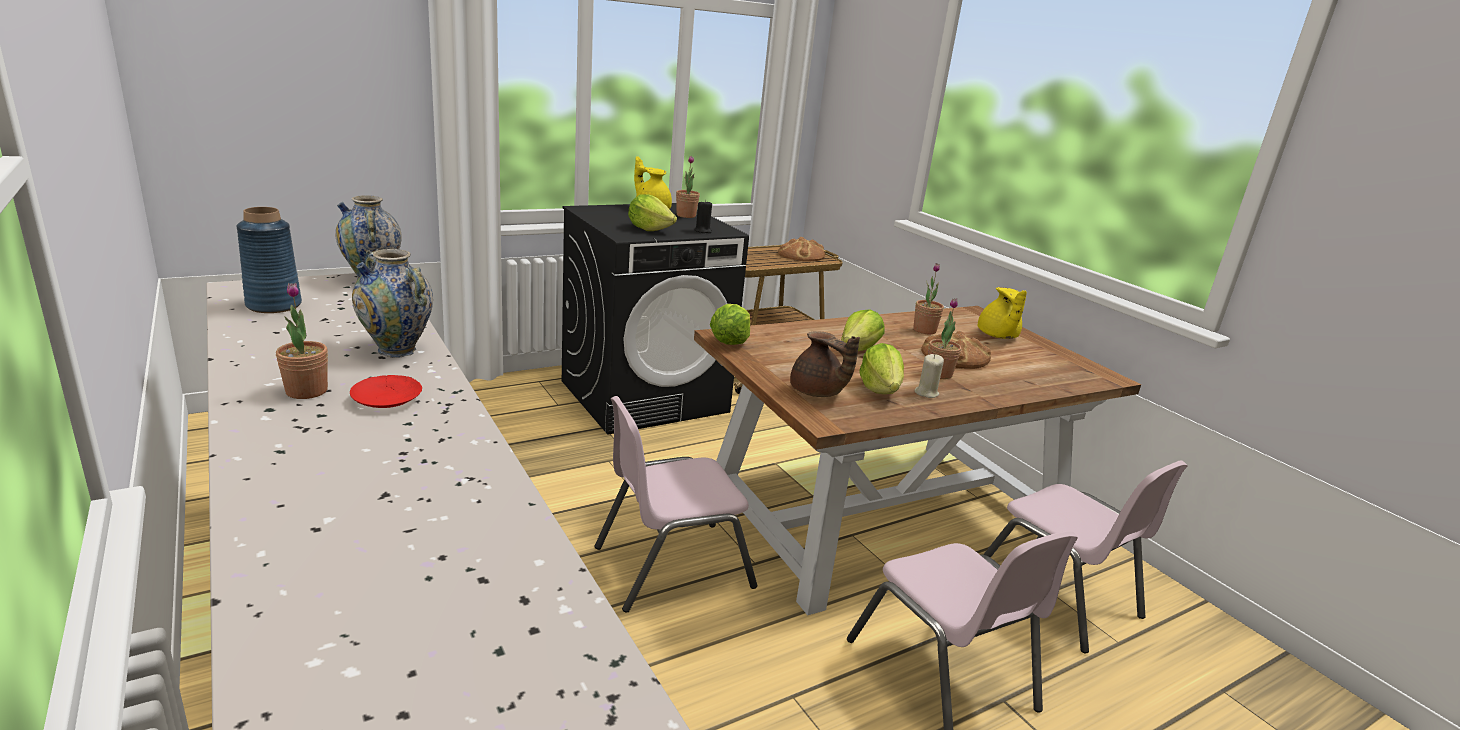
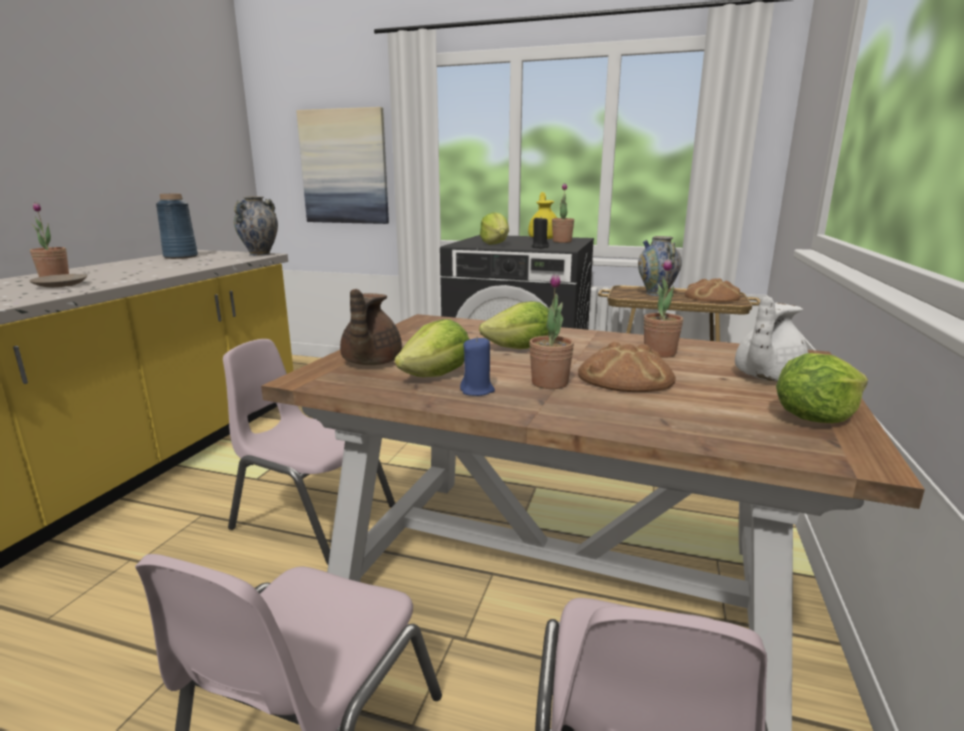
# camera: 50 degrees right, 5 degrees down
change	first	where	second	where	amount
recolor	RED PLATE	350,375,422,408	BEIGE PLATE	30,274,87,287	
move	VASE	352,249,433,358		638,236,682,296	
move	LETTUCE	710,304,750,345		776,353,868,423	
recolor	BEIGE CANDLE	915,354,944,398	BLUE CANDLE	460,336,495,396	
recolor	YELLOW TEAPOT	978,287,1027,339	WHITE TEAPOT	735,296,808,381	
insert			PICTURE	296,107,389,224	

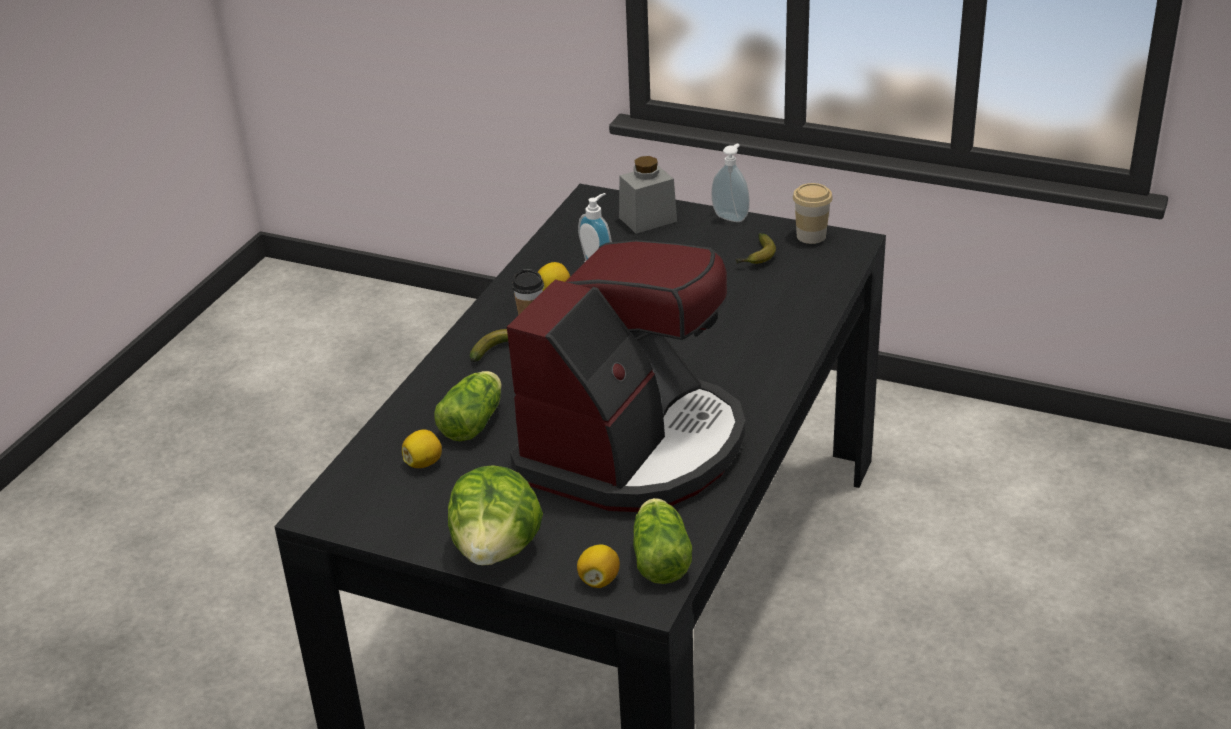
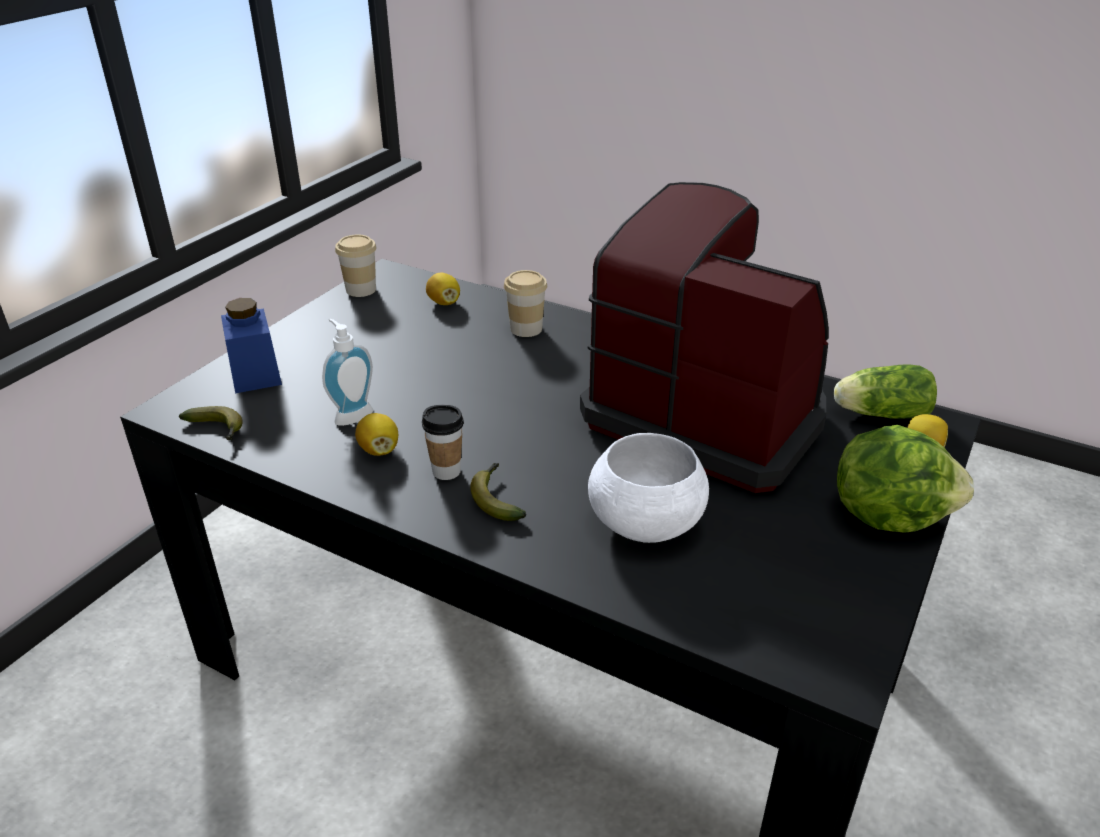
# camera: 85 degrees left, 0 degrees up
change	first	where	second	where	amount
move	LEMON	402,430,442,468		426,273,460,305	
replace	LETTUCE	435,371,502,441	WHITE BOWL	588,433,709,543	
recolor	GREY JAR	619,156,677,234	BLUE JAR	221,298,282,393	
delete	SOAP DISPENSER	711,144,750,222			
move	BANANA	736,233,776,264		179,406,242,441	
insert			CUP	504,270,547,337	

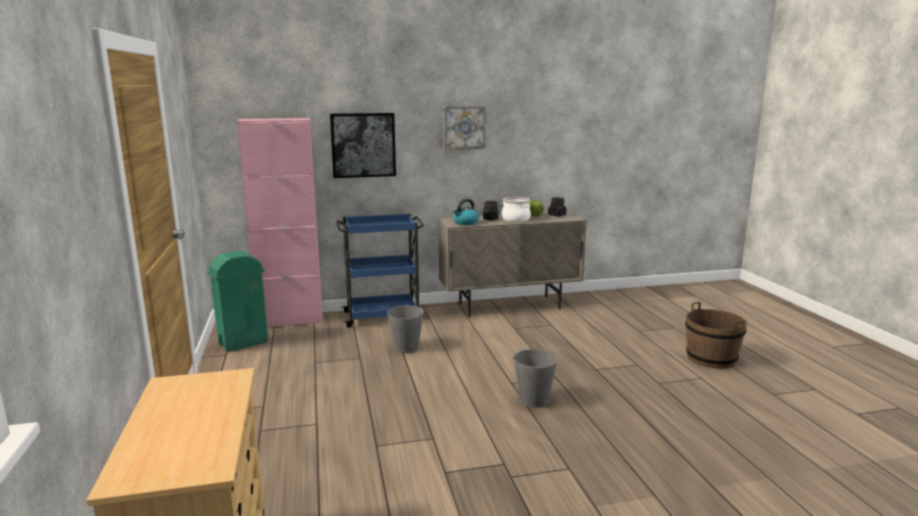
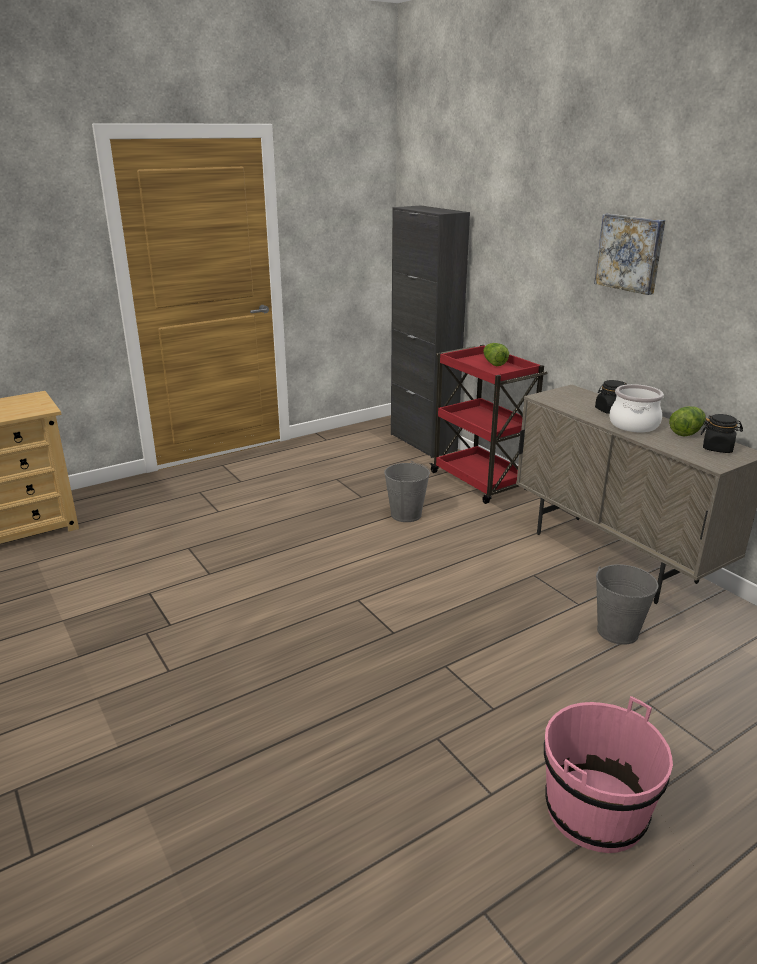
# camera: 70 degrees right, 10 degrees up
change	first	where	second	where	amount
delete	GREEN TRASH CAN	207,250,268,352			
recolor	PINK CABINET	237,118,323,327	BLACK CABINET	391,205,470,458	
delete	PICTURE	330,113,396,178			
recolor	BLUE CART	336,214,424,328	RED CART	429,345,548,504	
delete	KETTLE	453,199,479,225			
move	GREY BUCKET	513,349,558,408		596,564,658,645	
recolor	BROWN BUCKET	685,302,748,369	PINK BUCKET	544,696,673,853	
insert			LETTUCE	483,343,509,366	

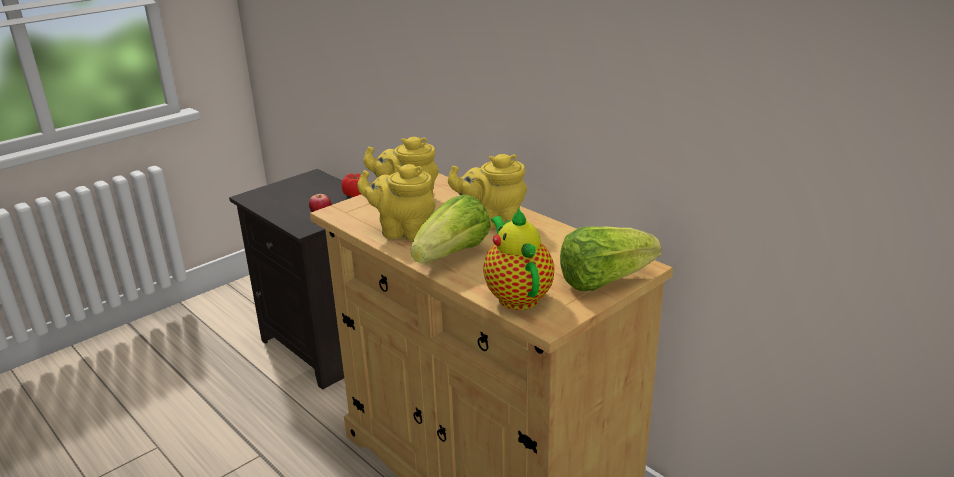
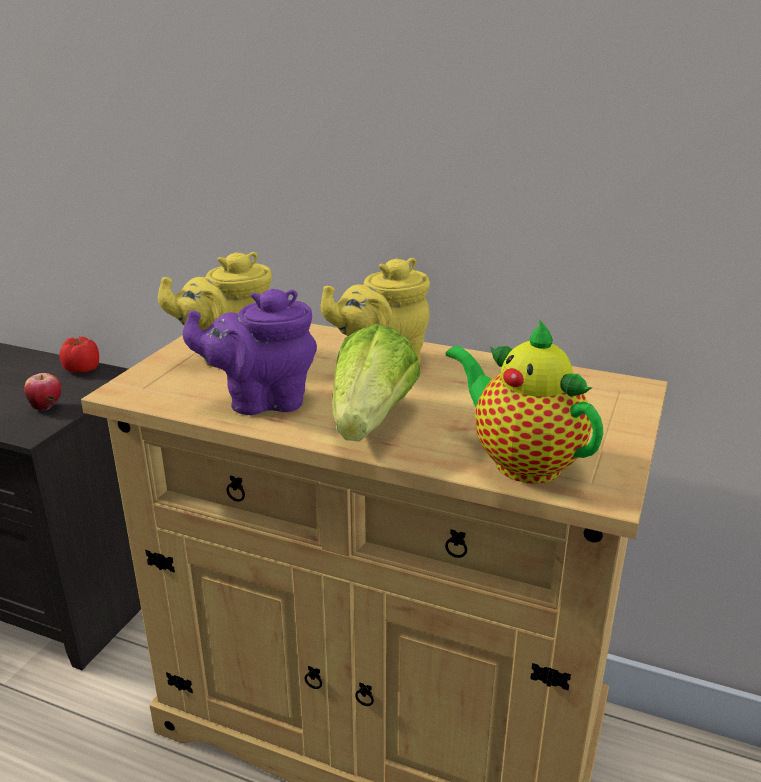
# camera: 25 degrees left, 0 degrees up
change	first	where	second	where	amount
recolor	YELLOW TEAPOT	357,164,436,241	PURPLE TEAPOT	183,289,317,415	
delete	LETTUCE	560,227,662,291			

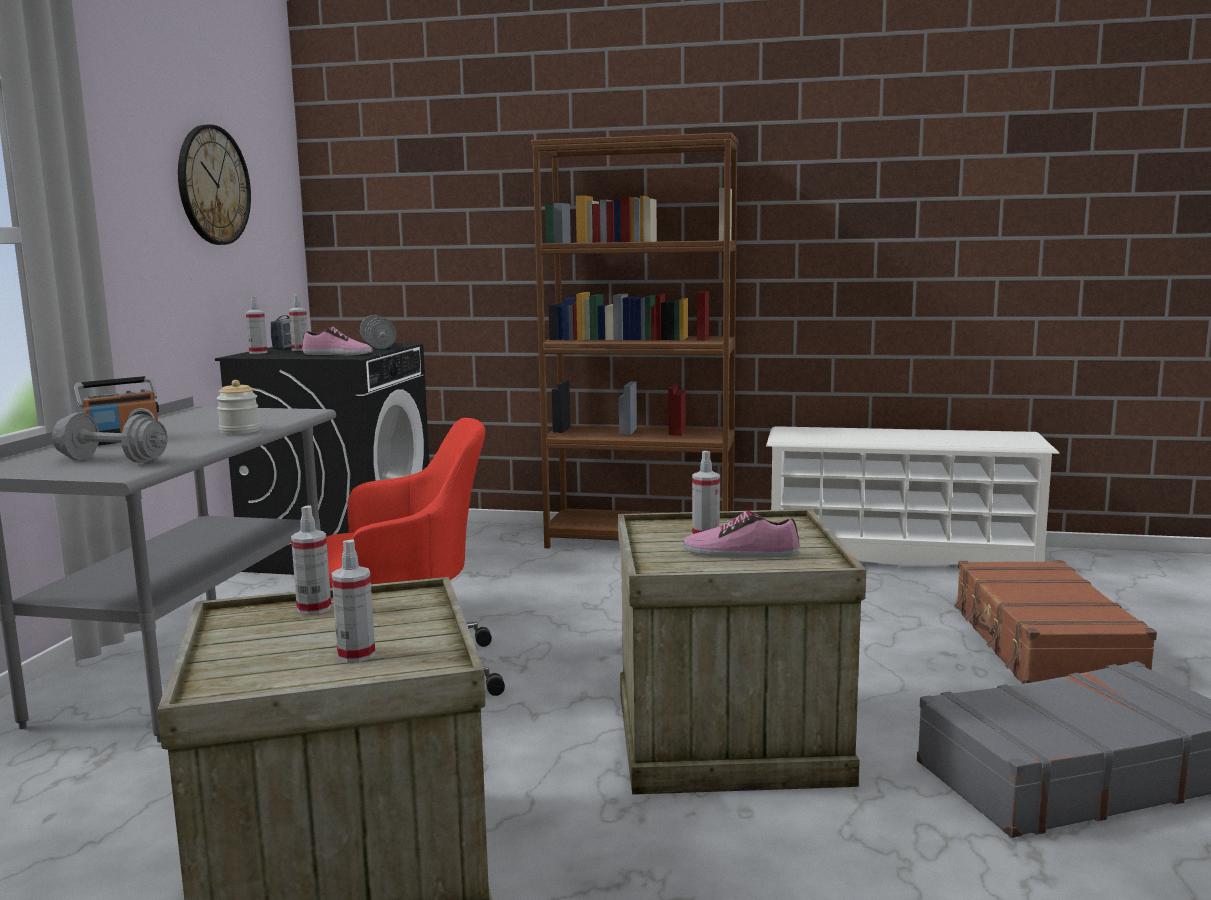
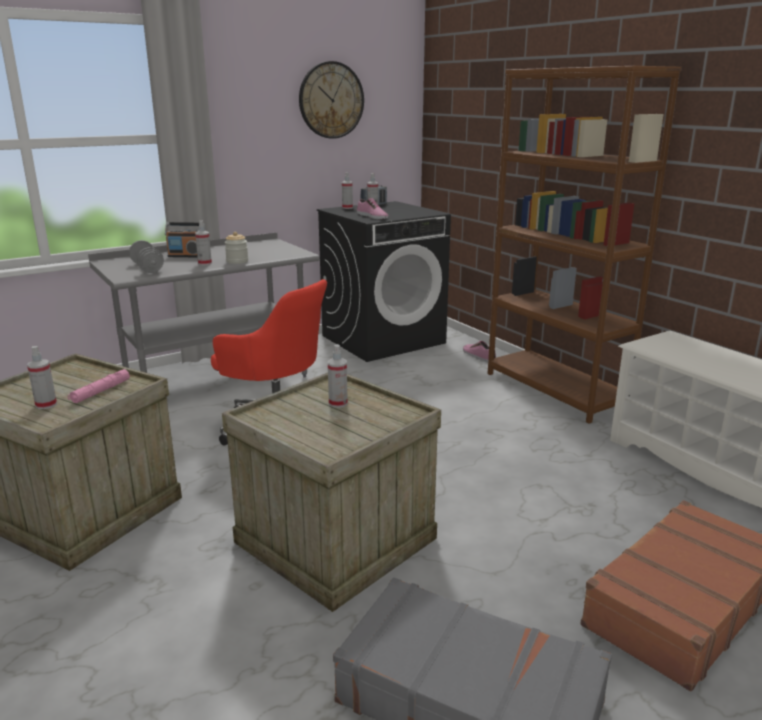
# camera: 45 degrees right, 10 degrees up
change	first	where	second	where	amount
move	SPRAY BOTTLE	291,505,331,615		195,220,212,265	
delete	GREY DUMBBELL	360,315,397,349			
move	SHOE	683,511,799,558		463,341,496,362	
insert			PINK FLASHLIGHT	68,369,130,403	

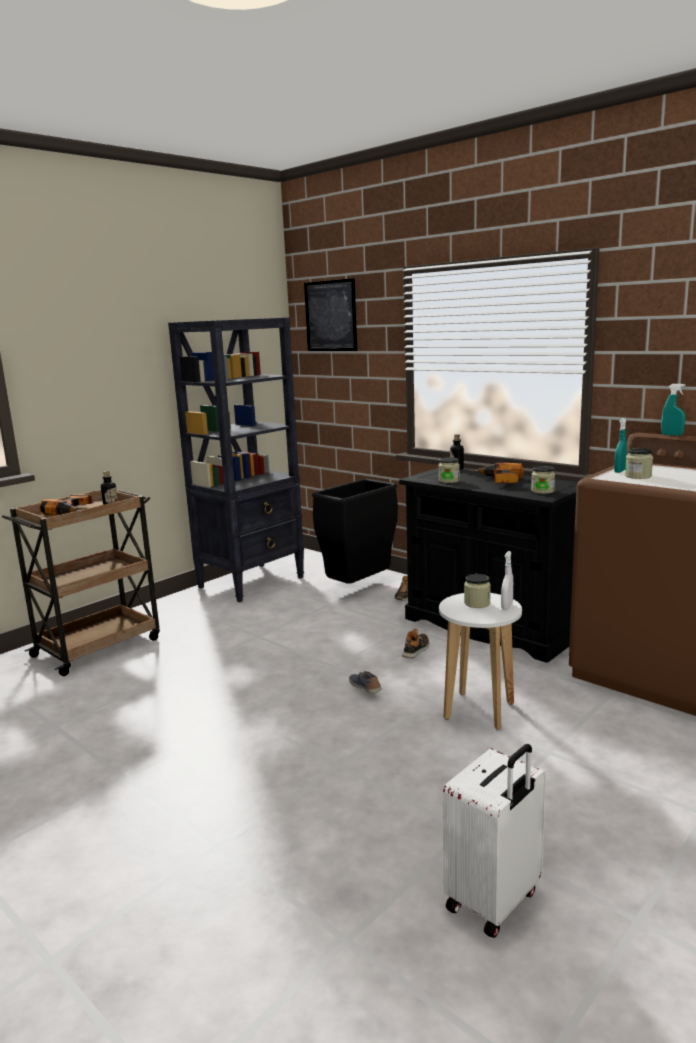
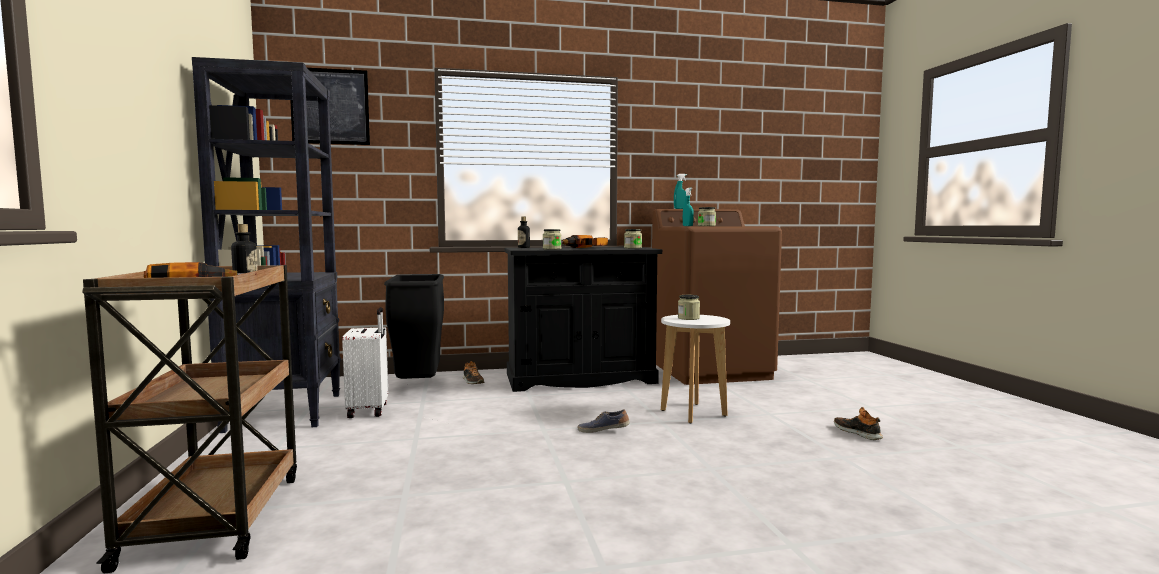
# camera: 55 degrees left, 10 degrees down
change	first	where	second	where	amount
move	SHOE	402,629,429,658		834,407,883,440	
move	WHITE SUITCASE	443,744,546,938		342,307,388,418	
delete	WHITE SPRAY BOTTLE	501,551,513,610			

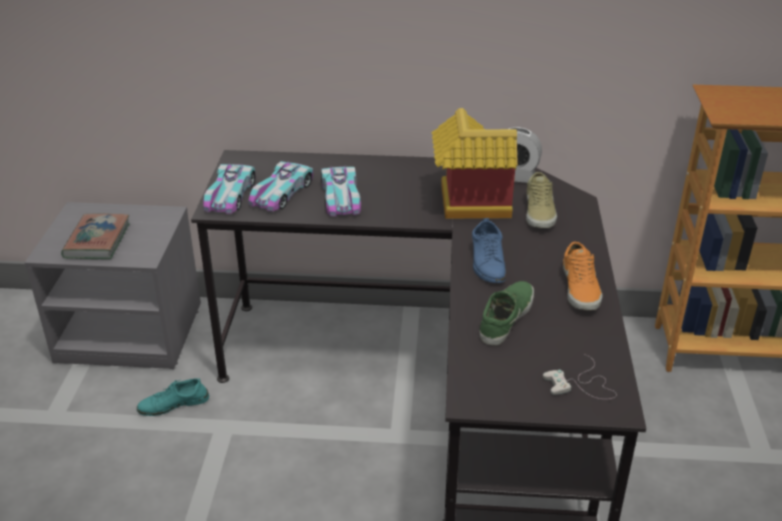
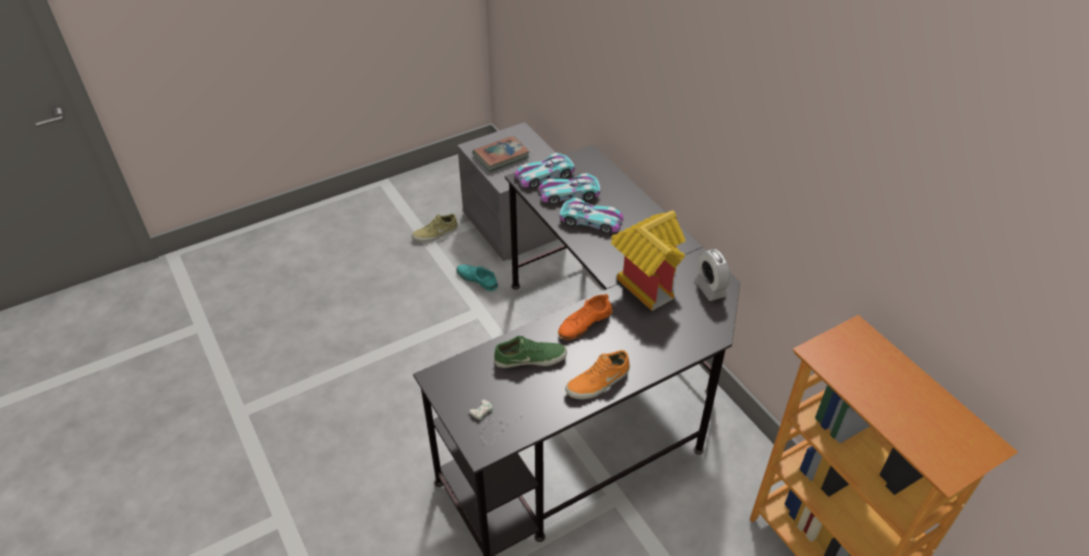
# camera: 55 degrees right, 10 degrees up
change	first	where	second	where	amount
rotate	TOY CAR	321,167,361,217		560,198,624,233	120 degrees counterclockwise
recolor	BLUE SHOE	472,218,506,283	ORANGE SHOE	558,293,612,340	
move	BEIGE SHOE	526,172,557,228		412,214,458,242	

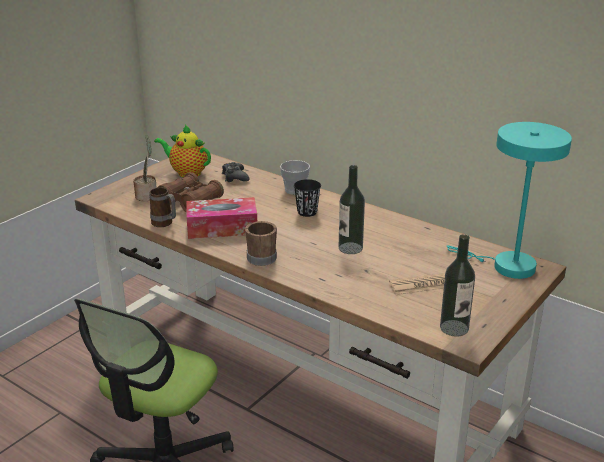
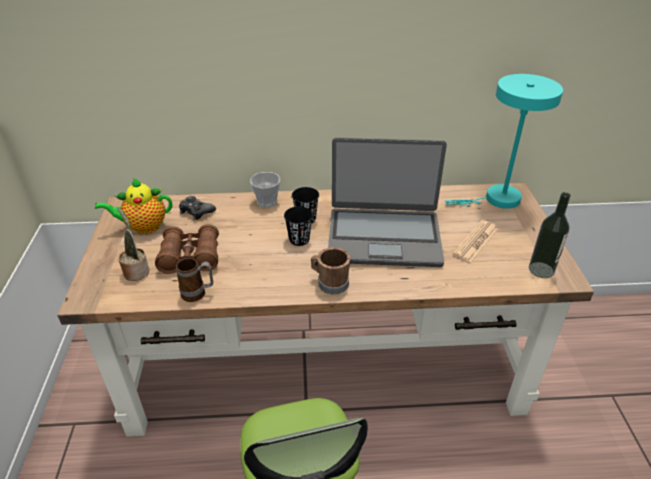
# camera: 40 degrees left, 10 degrees up
change	first	where	second	where	amount
delete	TISSUE BOX	186,197,257,239			
replace	BOTTLE	339,165,365,254	LAPTOP	328,138,447,267	
insert			BLACK CUP	284,206,313,246	

